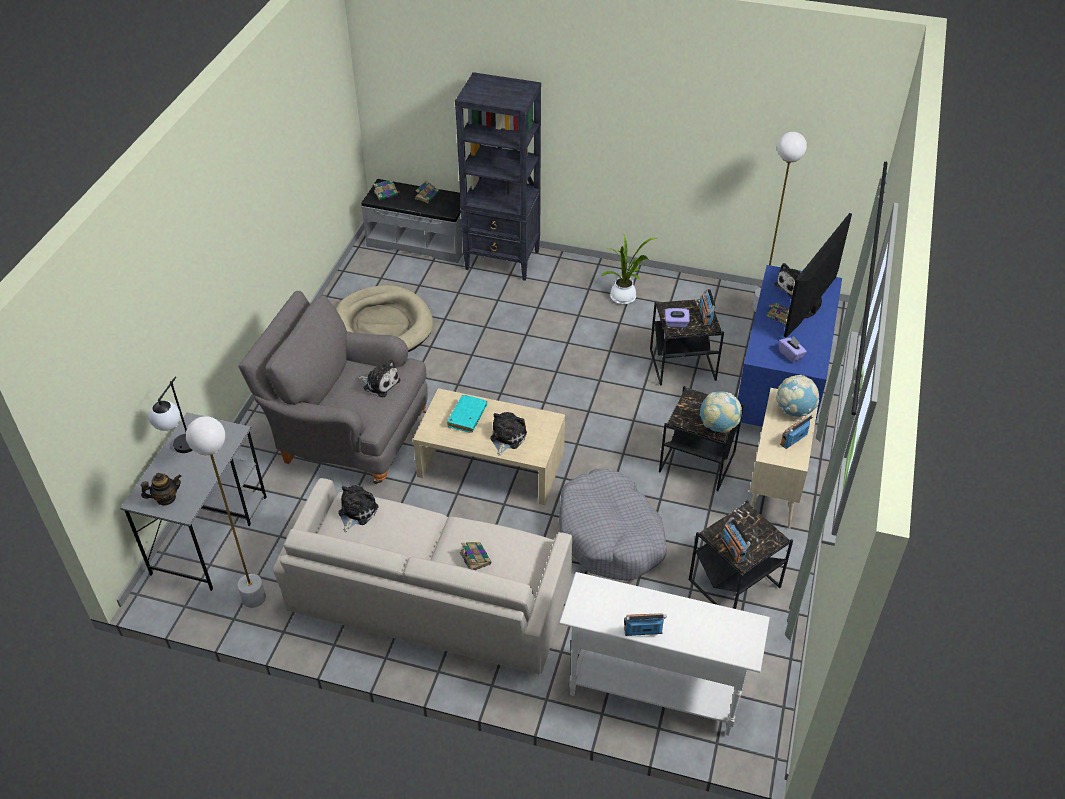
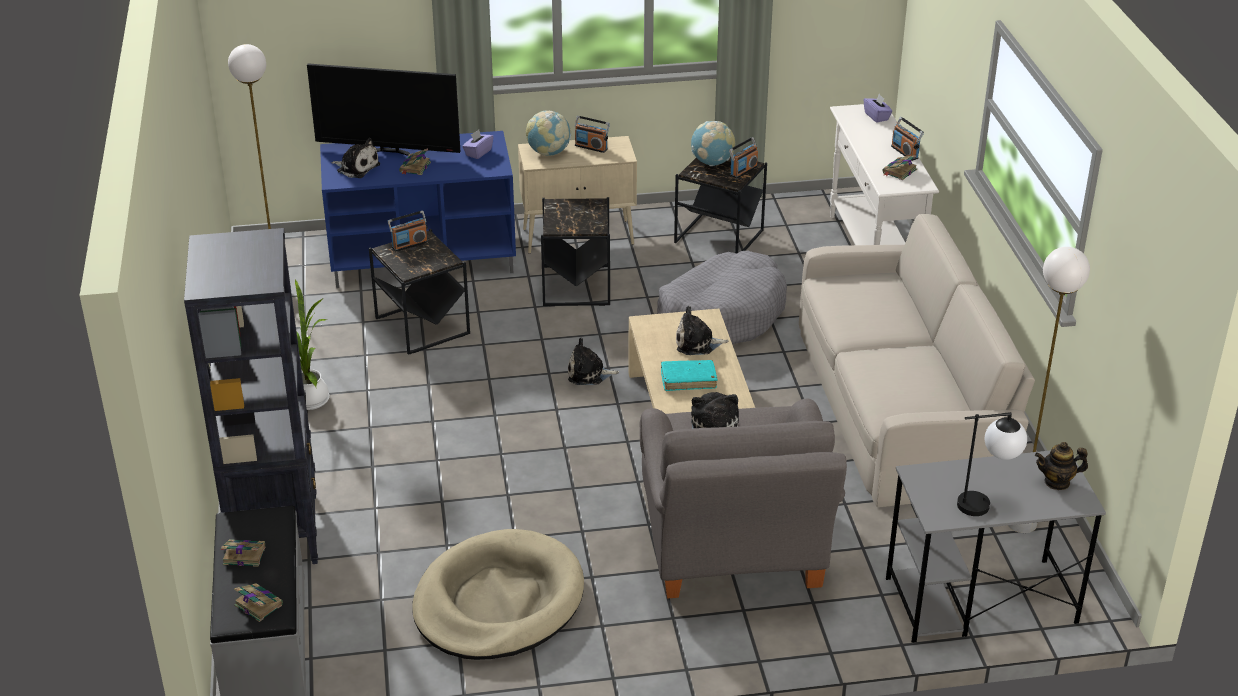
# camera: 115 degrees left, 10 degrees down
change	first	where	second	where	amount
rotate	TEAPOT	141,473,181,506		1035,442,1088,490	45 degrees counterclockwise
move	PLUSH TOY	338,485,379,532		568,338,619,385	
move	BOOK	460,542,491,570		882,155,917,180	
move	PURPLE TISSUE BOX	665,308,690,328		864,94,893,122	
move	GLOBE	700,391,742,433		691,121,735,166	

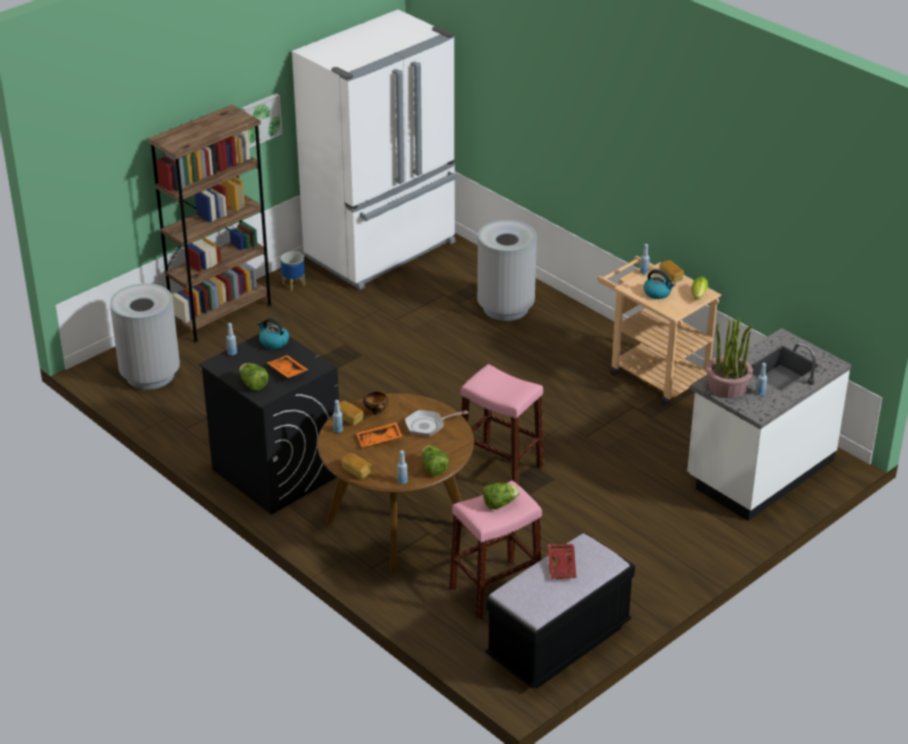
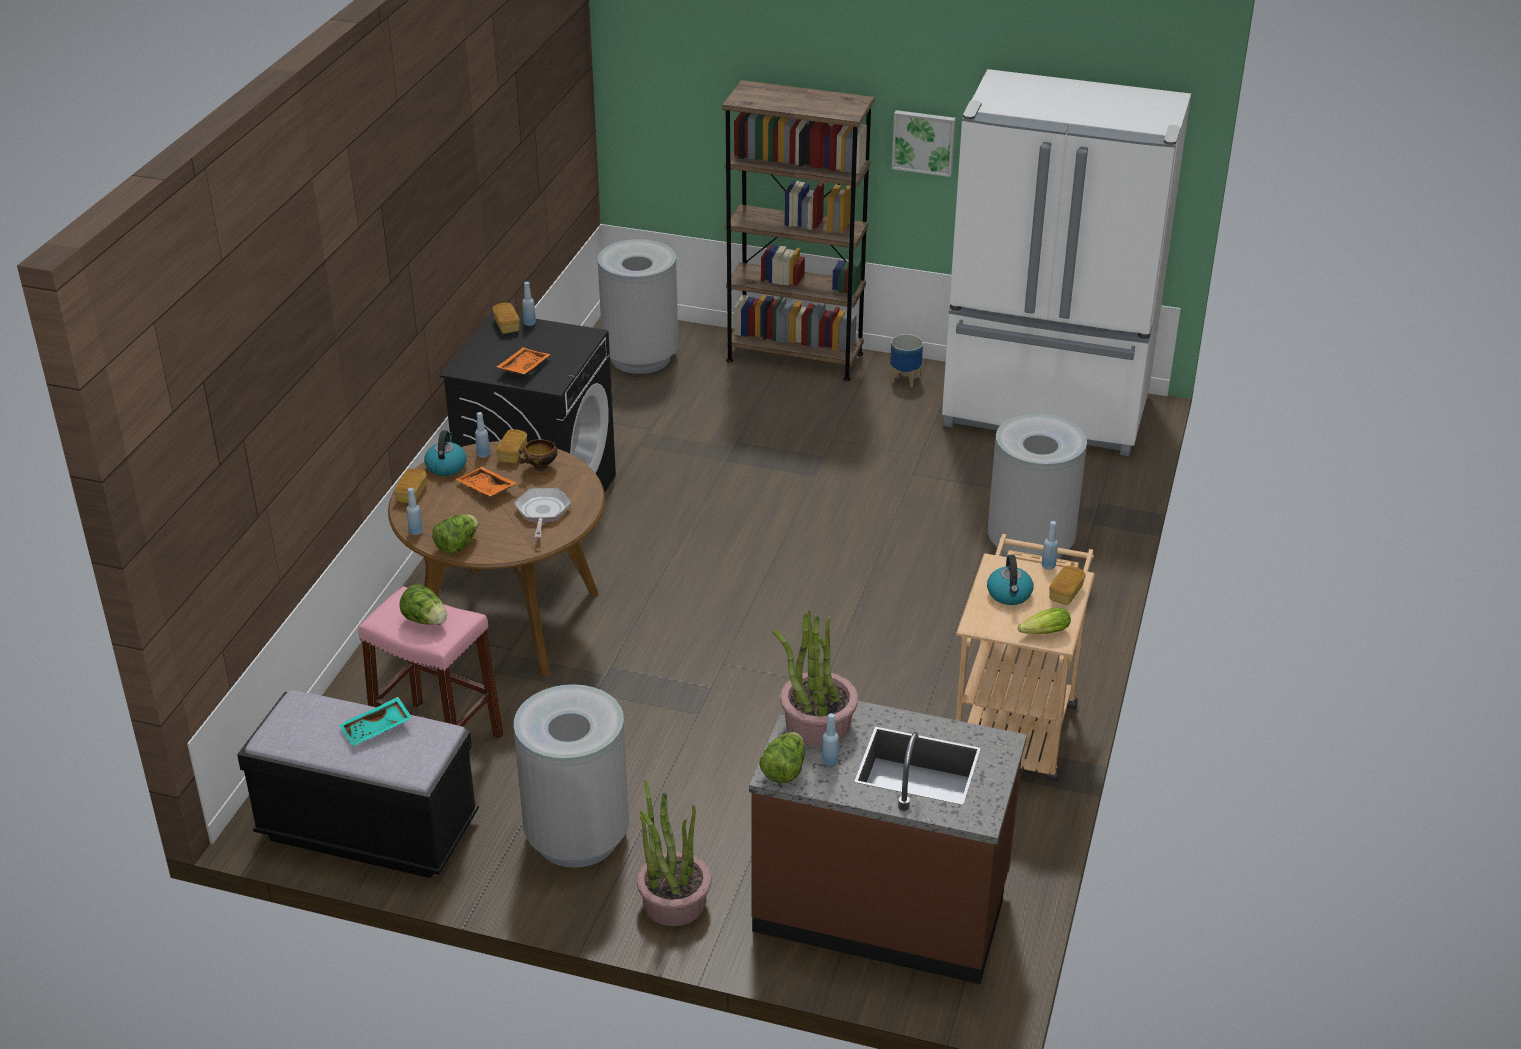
# camera: 60 degrees right, 0 degrees up
change	first	where	second	where	amount
move	LETTUCE	239,363,268,391		759,732,805,783	
move	KETTLE	258,318,289,349		424,430,467,476	
rotate	FRYING PAN	405,410,468,437		514,488,571,538	45 degrees clockwise
delete	PINK STOOL	461,364,543,485			
recolor	RED TRAY	548,544,577,579	TURQUOISE TRAY	339,697,412,746	
recolor	WHITE COUNTER	687,328,851,521	BROWN COUNTER	749,701,1027,984	
insert			BREAD	493,303,520,334	
insert			GREY TRASH CAN	514,684,629,868	
insert			POTTED PLANT	637,780,711,926	

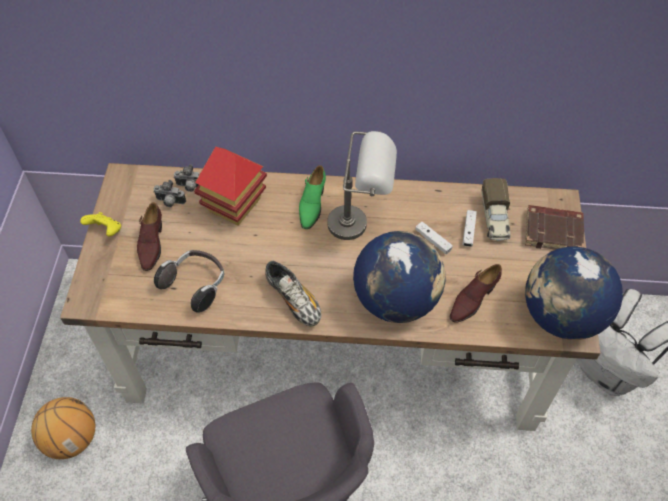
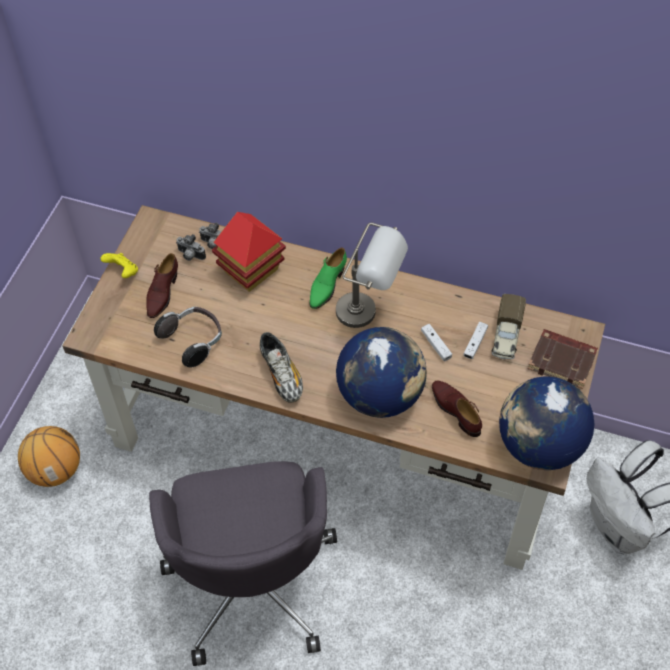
# camera: 15 degrees right, 0 degrees up
change	first	where	second	where	amount
rotate	BROWN SHOE	450,264,502,323		432,381,482,437	90 degrees clockwise

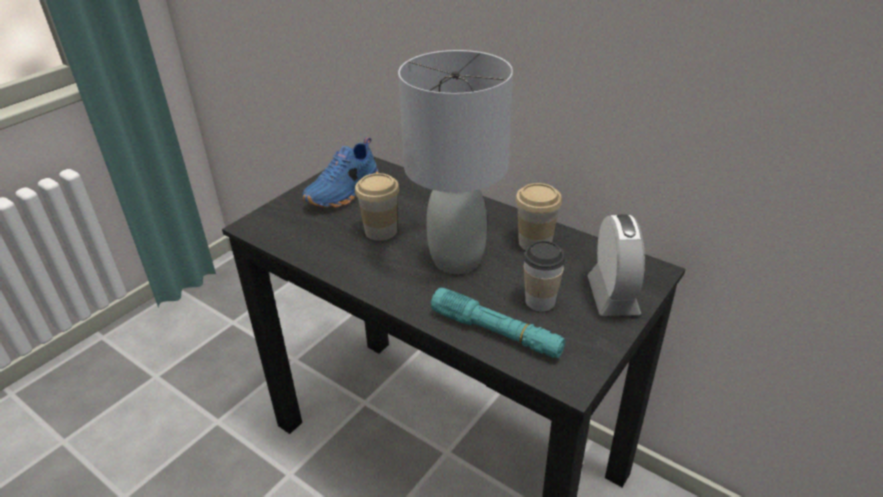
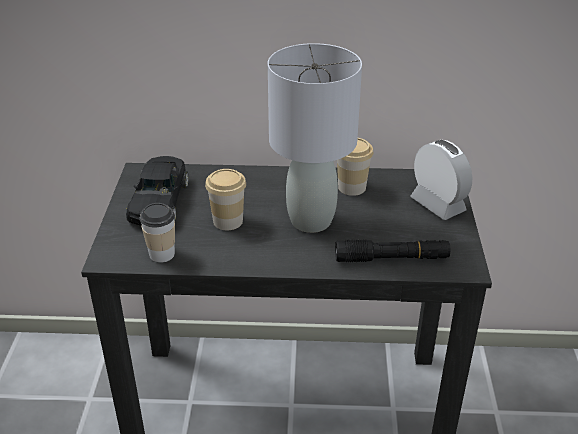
# camera: 35 degrees left, 0 degrees up
change	first	where	second	where	amount
replace	BLUE SHOE	302,137,378,208	BLACK TOY CAR	126,156,189,226	
recolor	TURQUOISE FLASHLIGHT	431,288,565,358	BLACK FLASHLIGHT	335,240,450,262	
move	CUP	523,240,566,312		139,203,175,263	

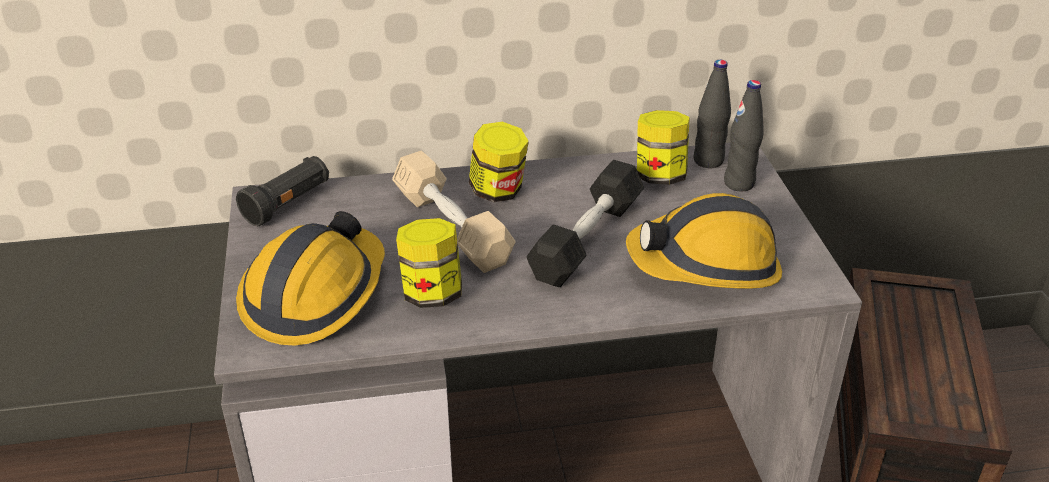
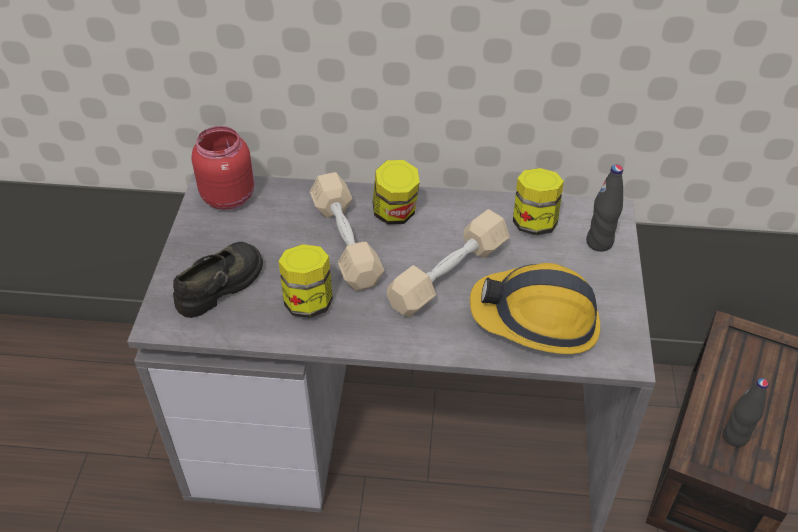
# camera: 15 degrees right, 10 degrees up
change	first	where	second	where	amount
replace	BLACK FLASHLIGHT	236,156,329,226	RED JAR	191,126,254,210	
replace	HARD HAT	236,211,385,345	BLACK SHOE	173,242,263,318	
recolor	BLACK DUMBBELL	527,160,644,287	BEIGE DUMBBELL	387,209,510,317	
move	BLACK BOTTLE	693,60,731,168		723,378,769,447	

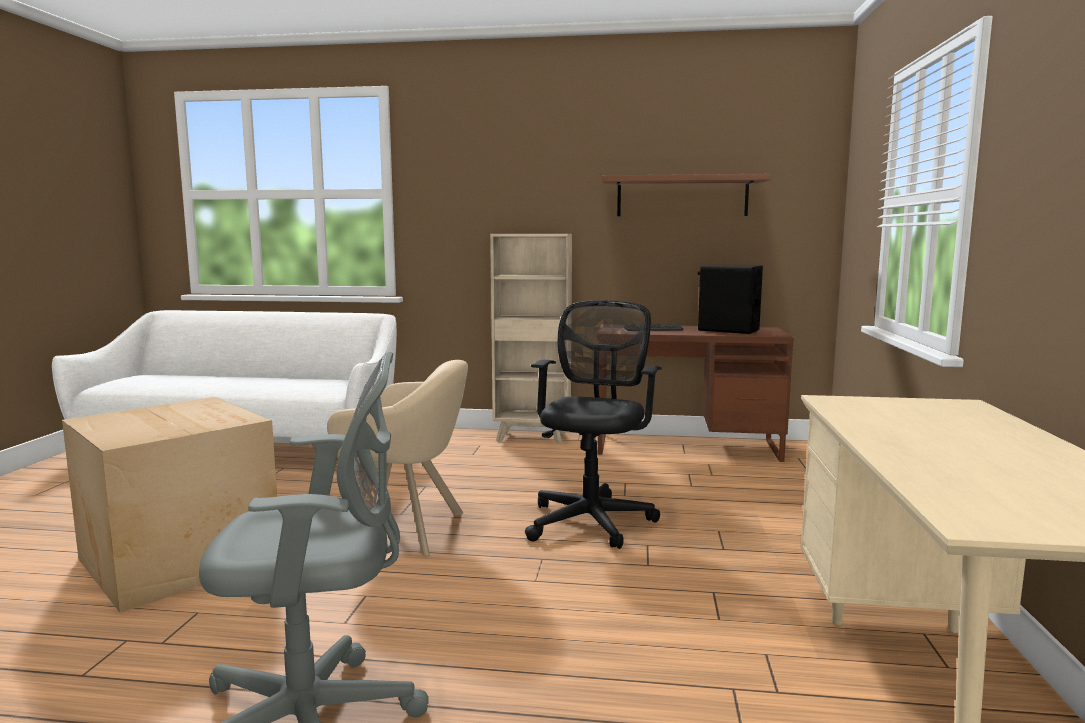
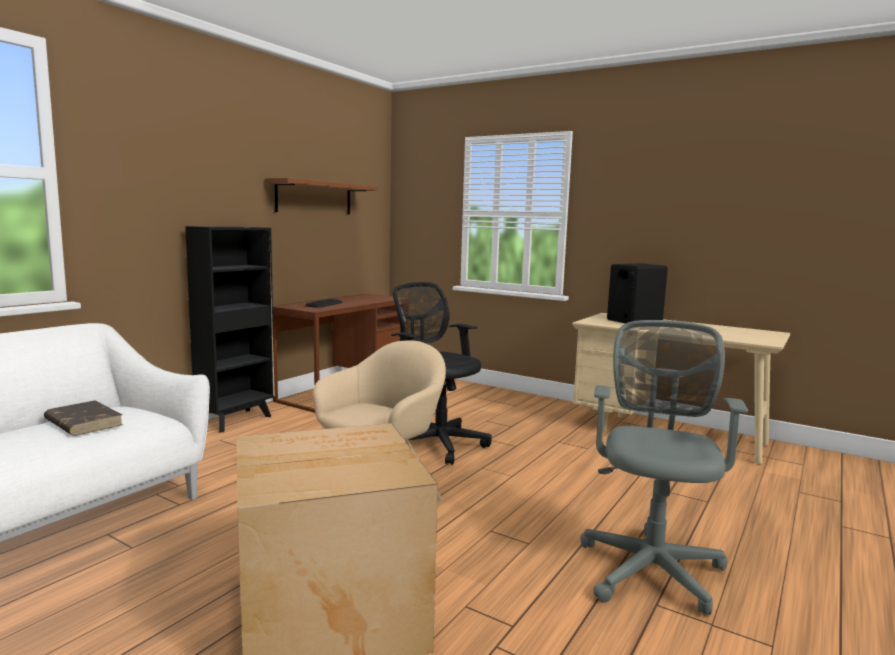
# camera: 65 degrees left, 0 degrees up
change	first	where	second	where	amount
recolor	BEIGE BOOKCASE	490,234,572,444	BLACK BOOKCASE	185,226,275,432	
move	BLACK SPEAKER	698,265,763,334		607,263,668,323	
insert			BROWN BOOK	44,400,123,436	

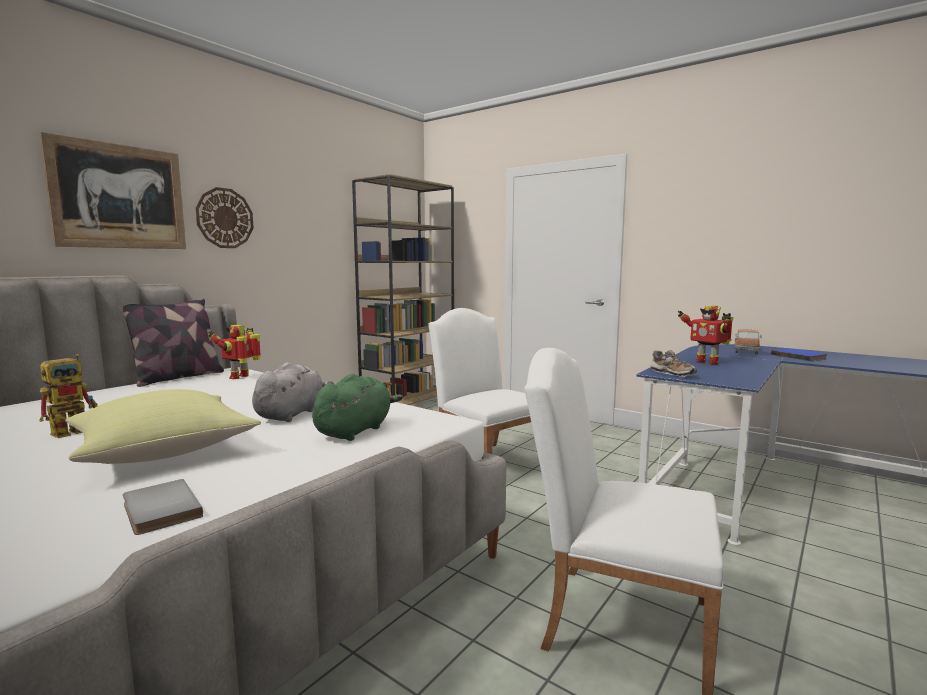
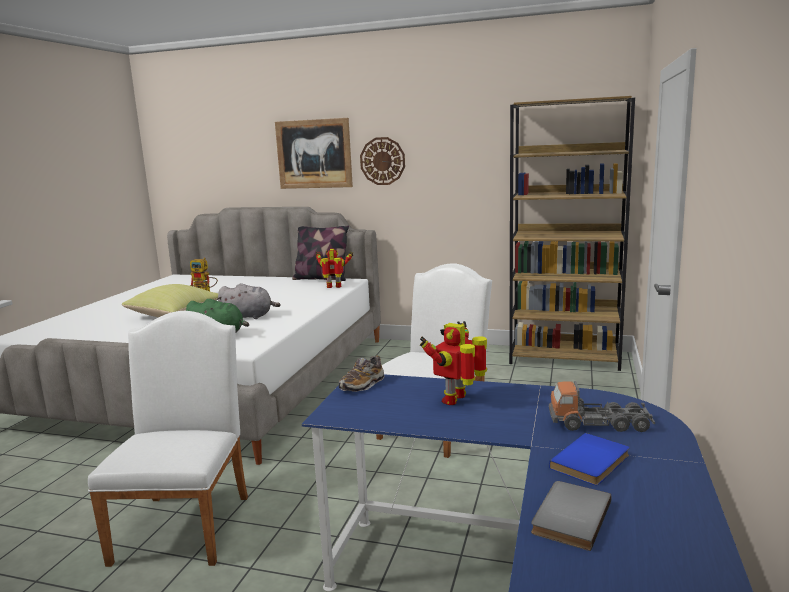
# camera: 70 degrees right, 5 degrees up
change	first	where	second	where	amount
move	GREY BOOK	123,479,203,535		531,481,612,551	

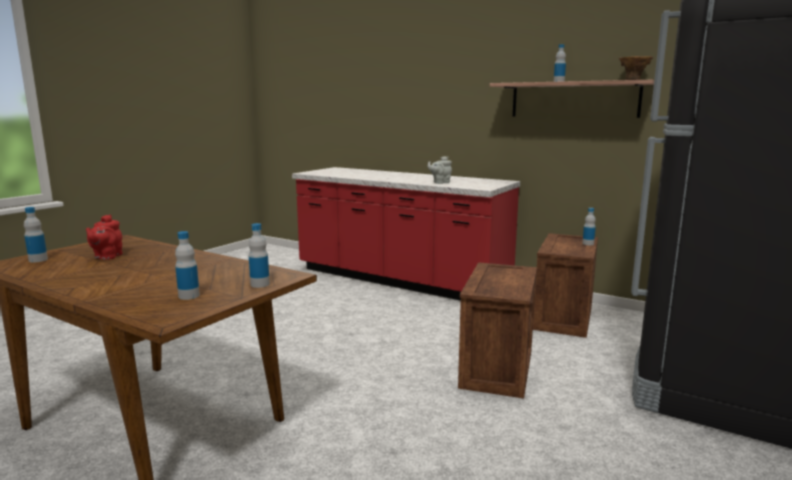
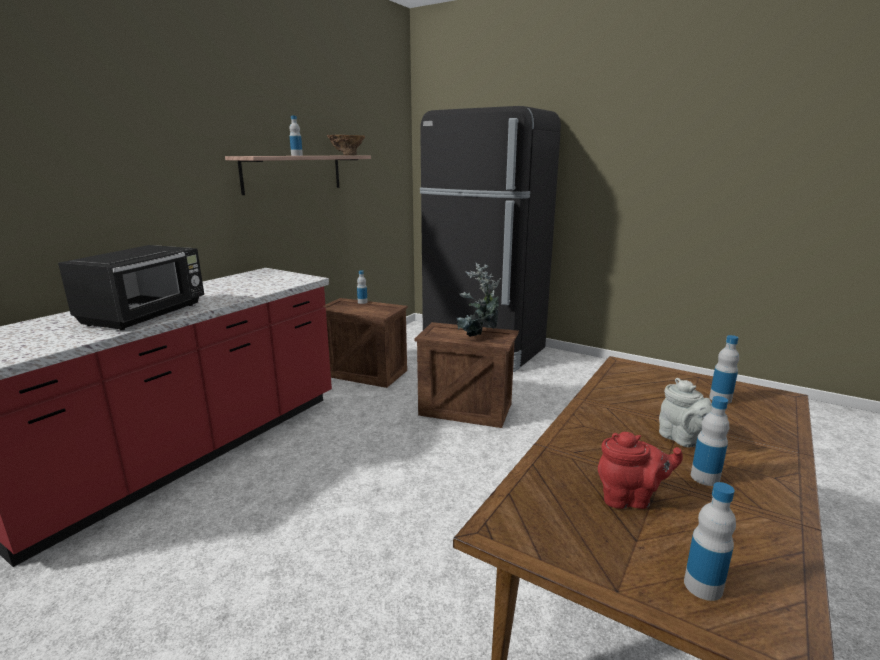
# camera: 90 degrees left, 5 degrees up
change	first	where	second	where	amount
move	BOTTLE	249,223,270,288		691,396,729,486	
move	GREY TEAPOT	428,156,452,184		659,378,728,447	
insert			BLACK MICROWAVE	58,245,204,331	
insert			POTTED PLANT	457,263,501,337	

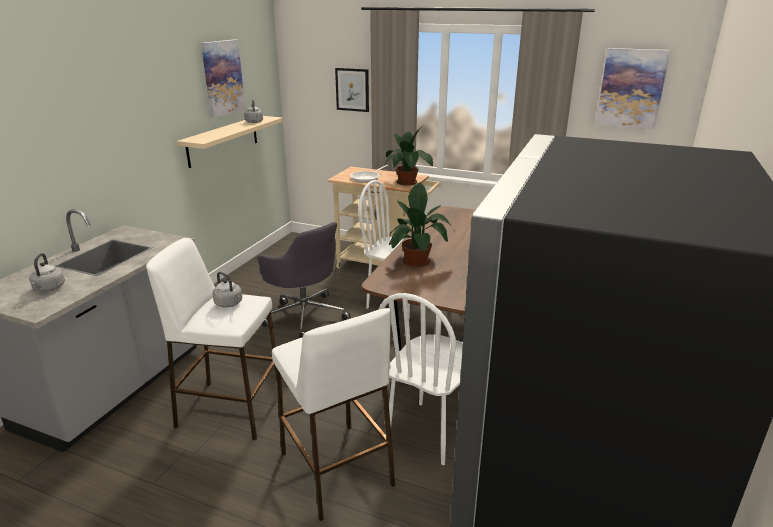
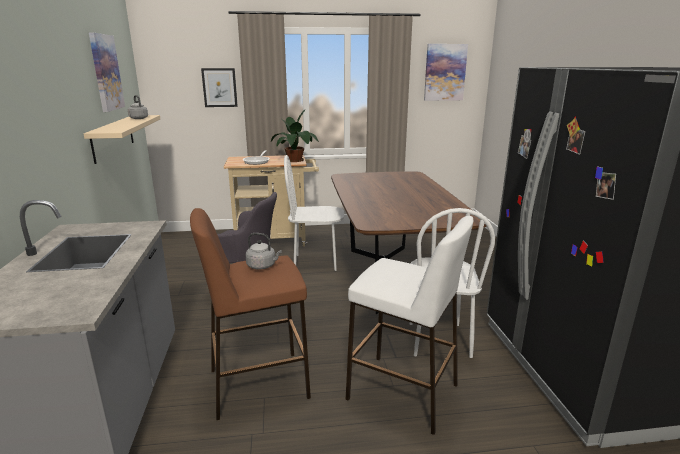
# camera: 30 degrees left, 5 degrees down
change	first	where	second	where	amount
delete	GREY KETTLE	29,253,65,292			
recolor	WHITE STOOL	146,238,283,440	BROWN STOOL	190,208,311,420	
delete	POTTED PLANT	389,183,454,267			

